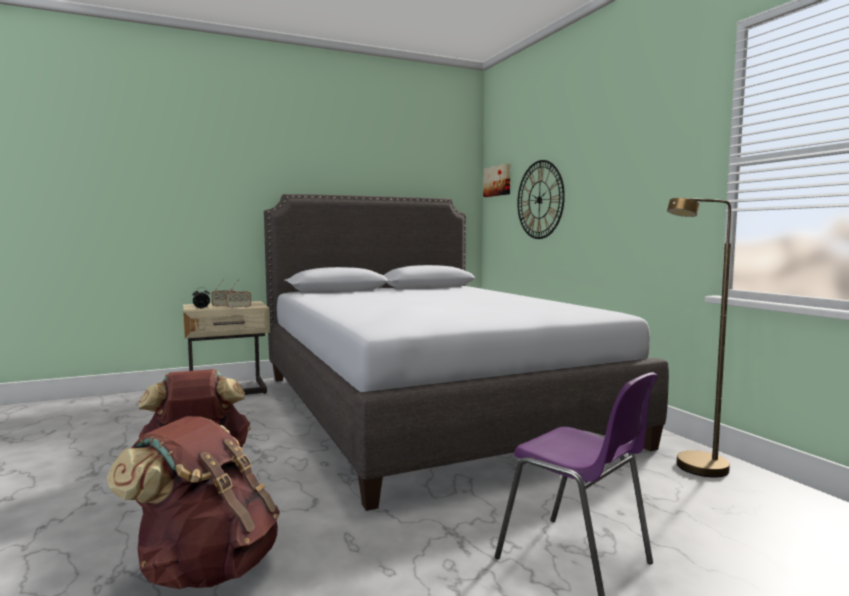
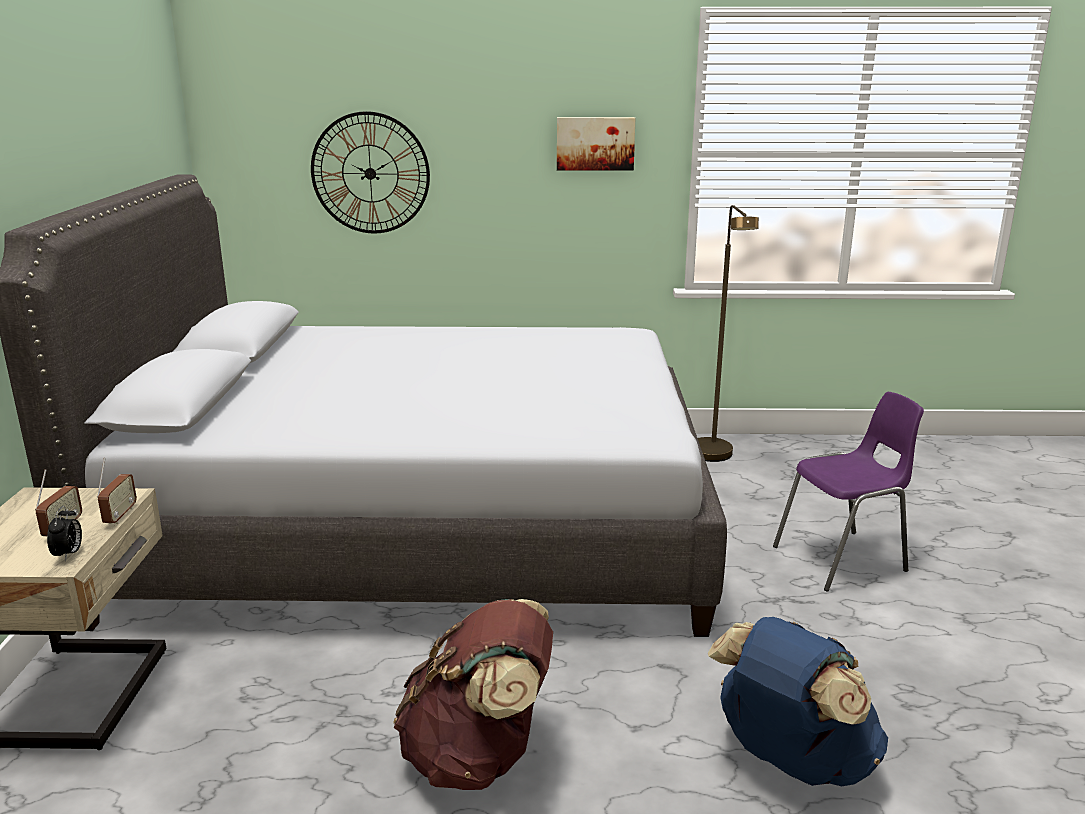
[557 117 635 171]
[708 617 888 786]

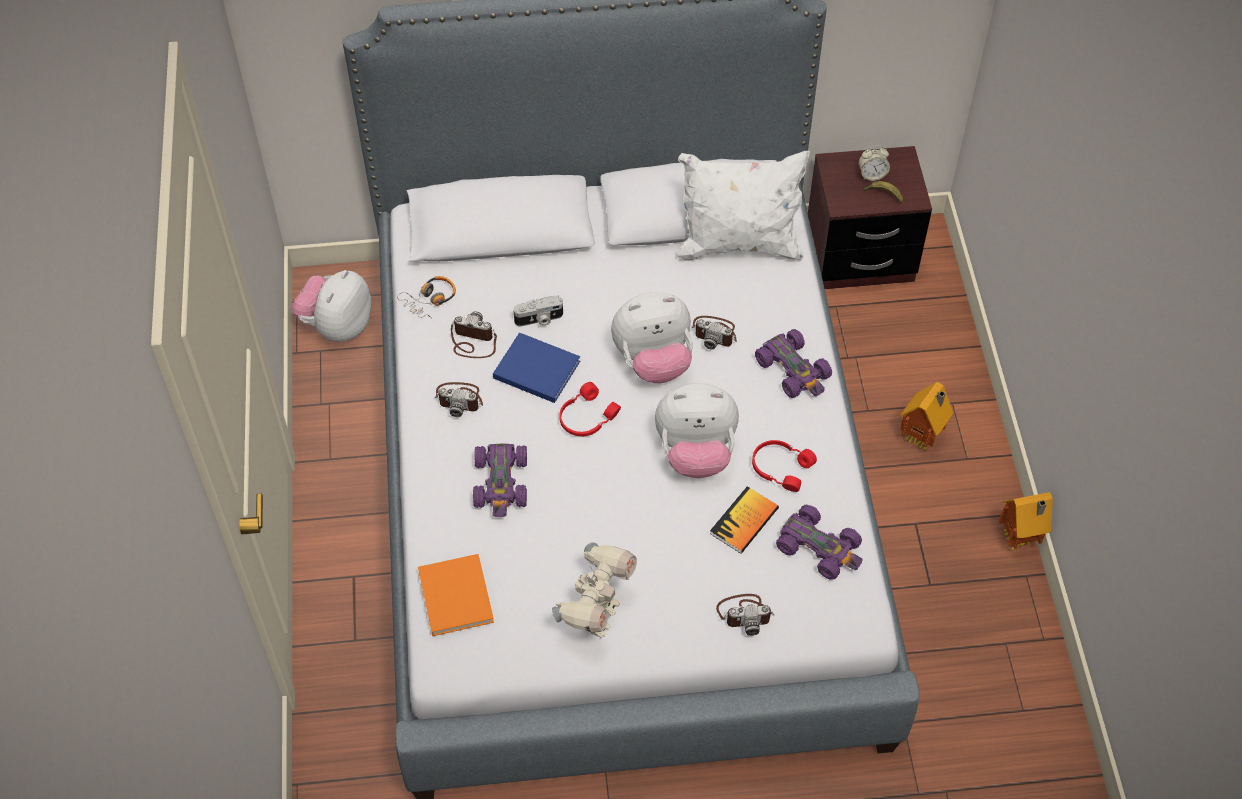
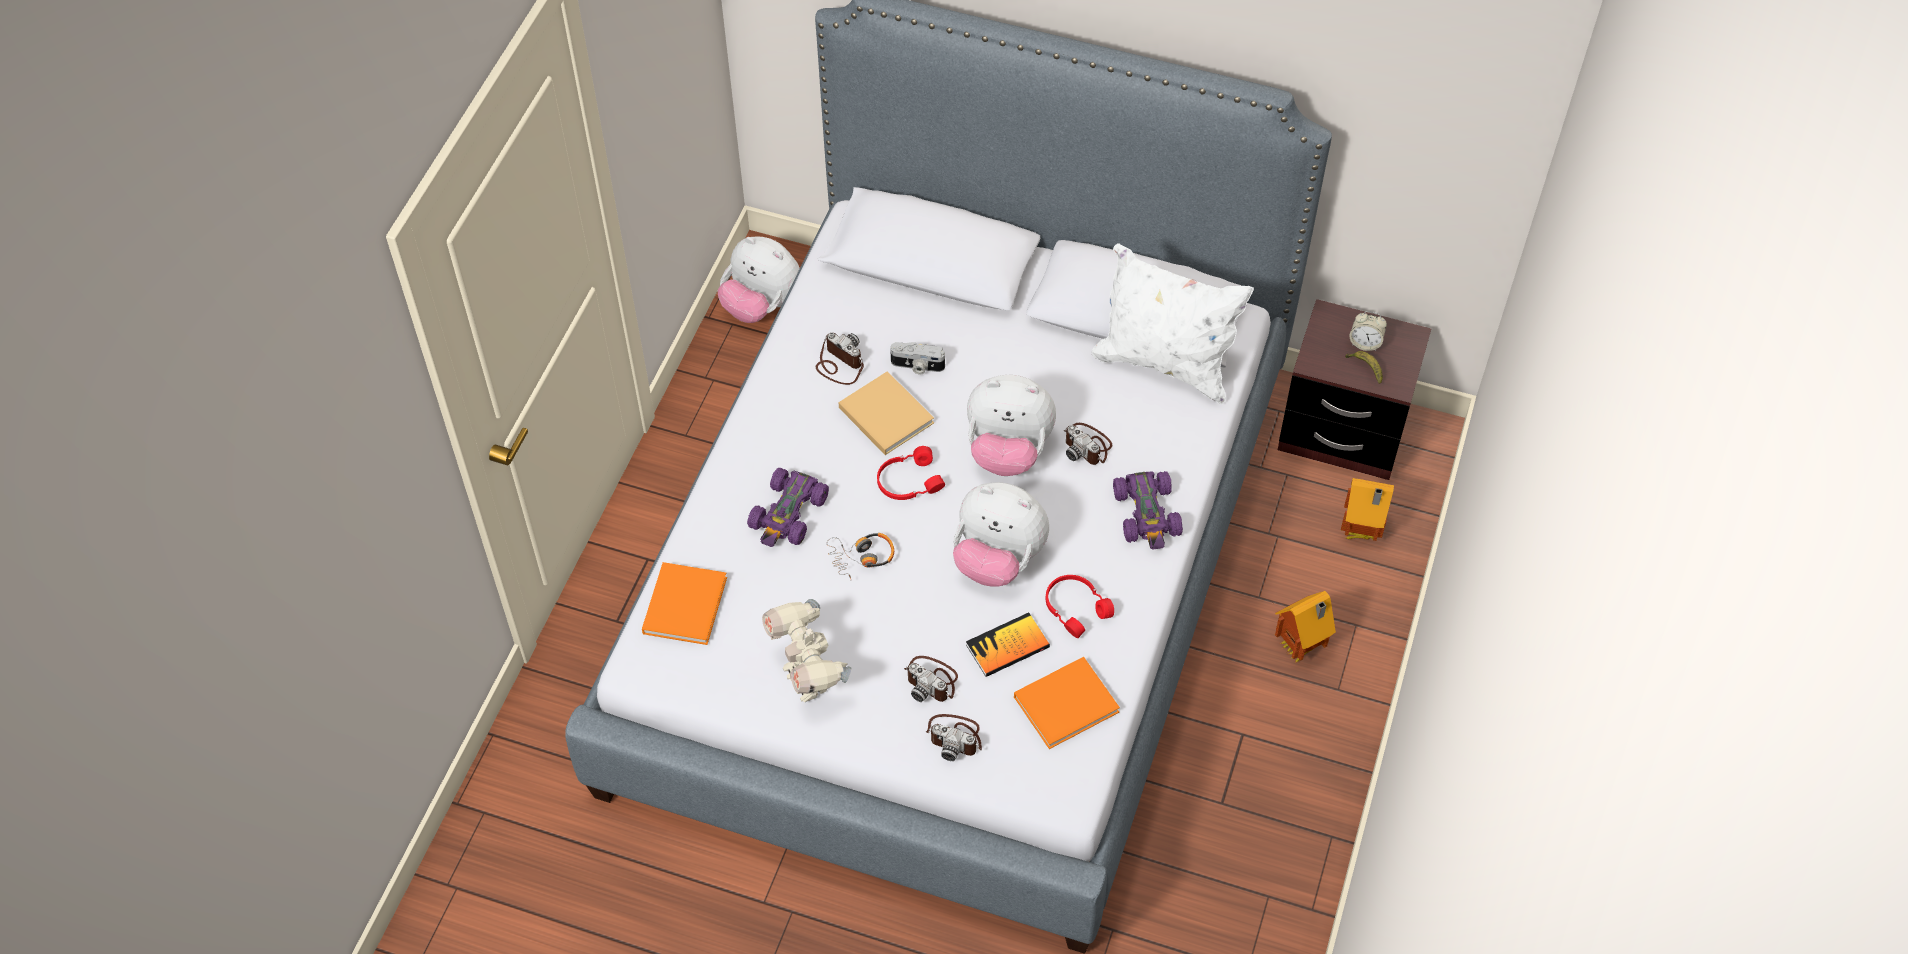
[718 236 800 323]
[827 533 894 579]
[838 371 934 455]
[904 656 958 702]
[1341 478 1394 541]
[1014 657 1120 749]
[762 599 851 703]

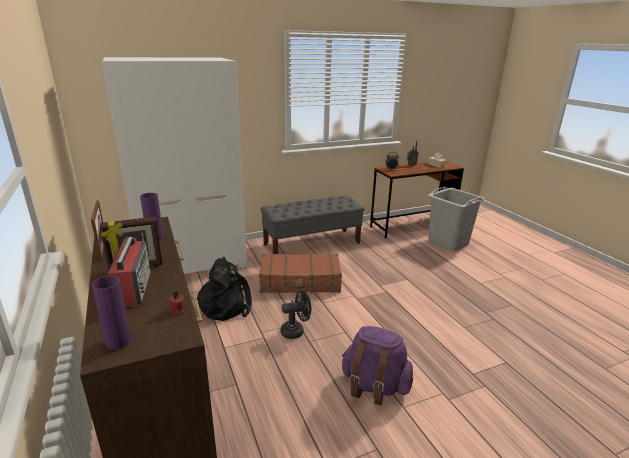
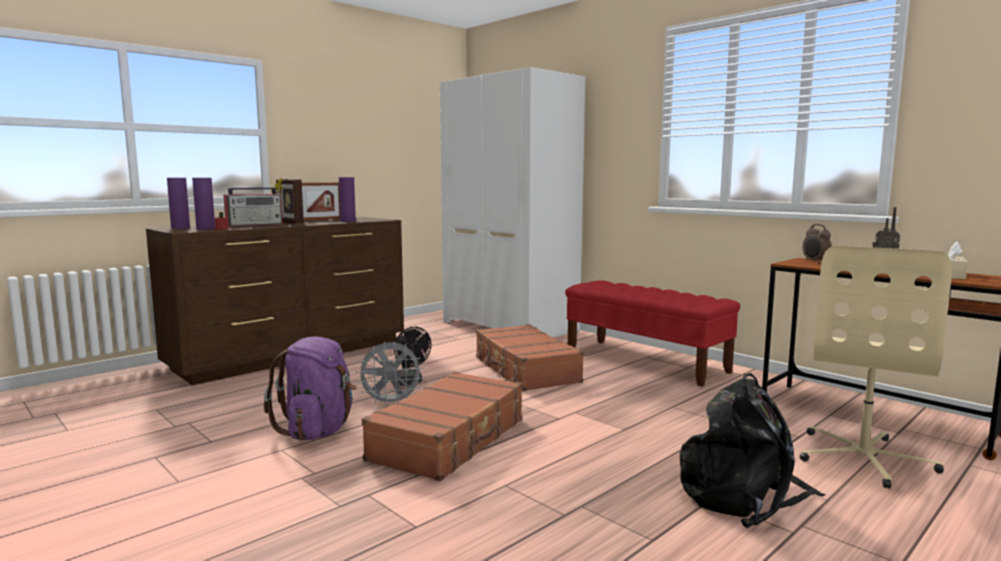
[800 246 952 488]
[565 280 740 387]
[680 373 825 528]
[192 178 215 229]
[356 342 424 407]
[362 371 522 481]

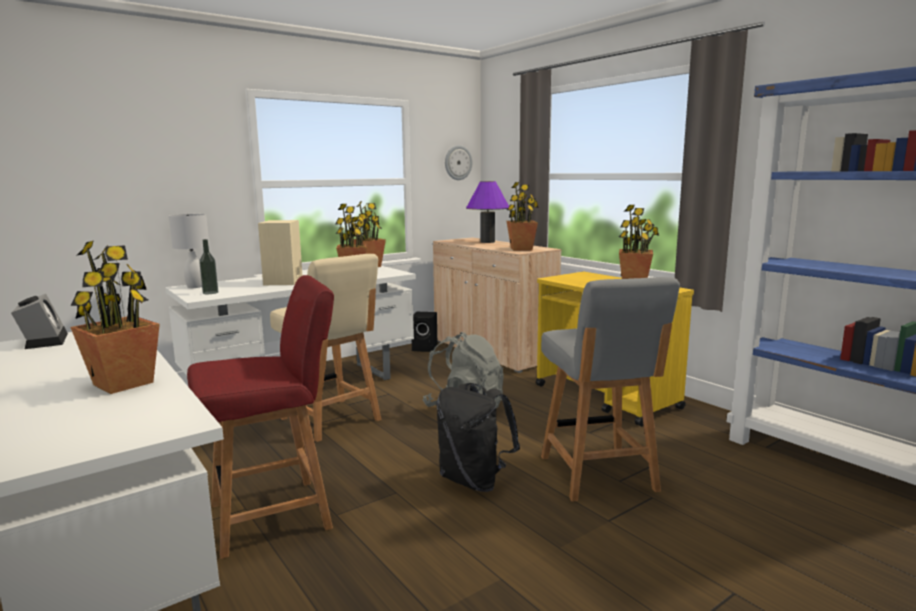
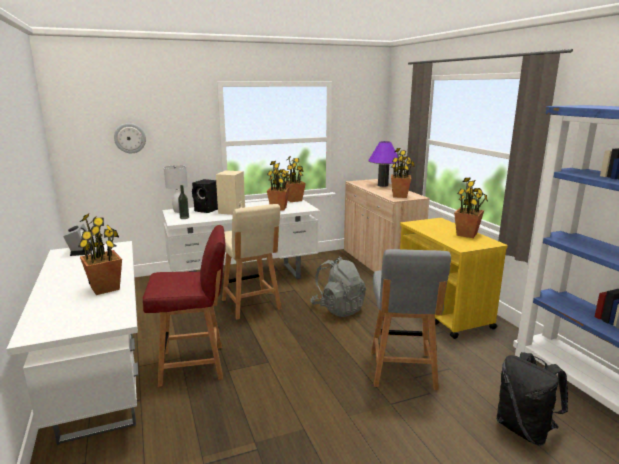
[114 123 146 153]
[192 179 218 213]
[496 352 568 445]

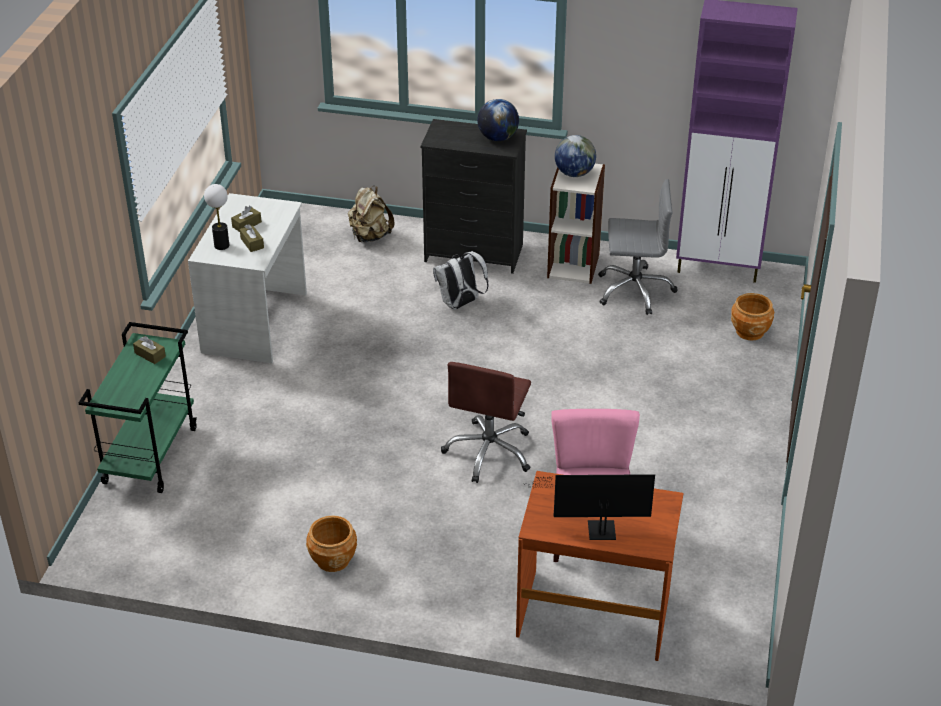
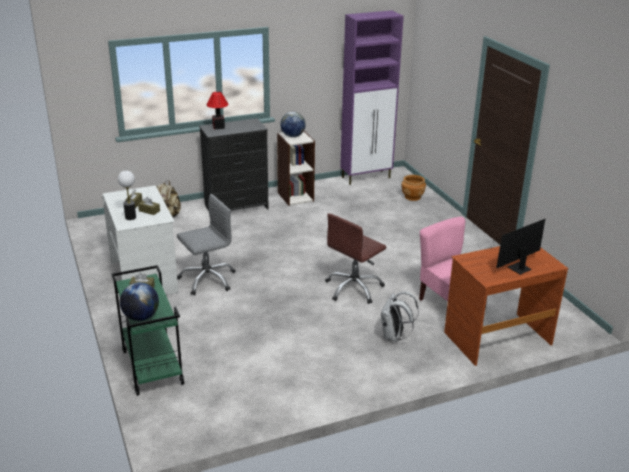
[120 282 159 321]
[177 194 236 295]
[381 291 419 342]
[325 213 386 304]
[306 515 357 572] (first image)
[207 92 229 129]

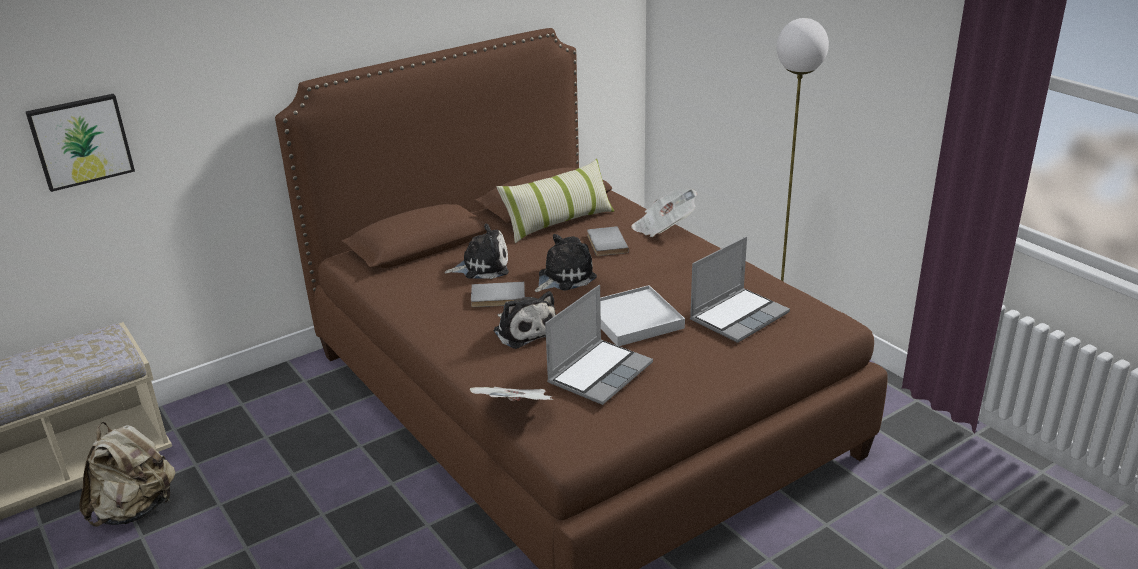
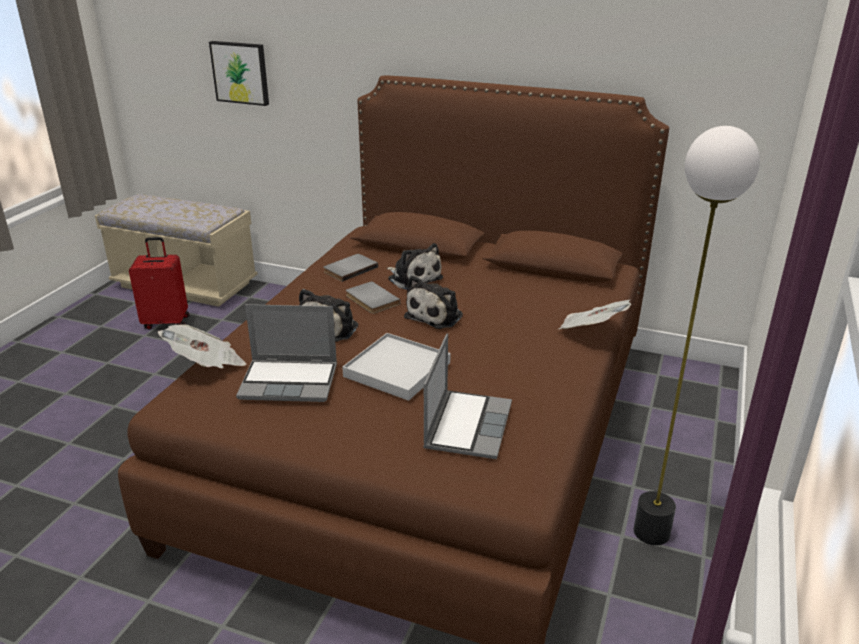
[497 159 614 243] (first image)
[323 254 378 282]
[404 275 463 329]
[423 333 512 459]
[129 237 189 330]

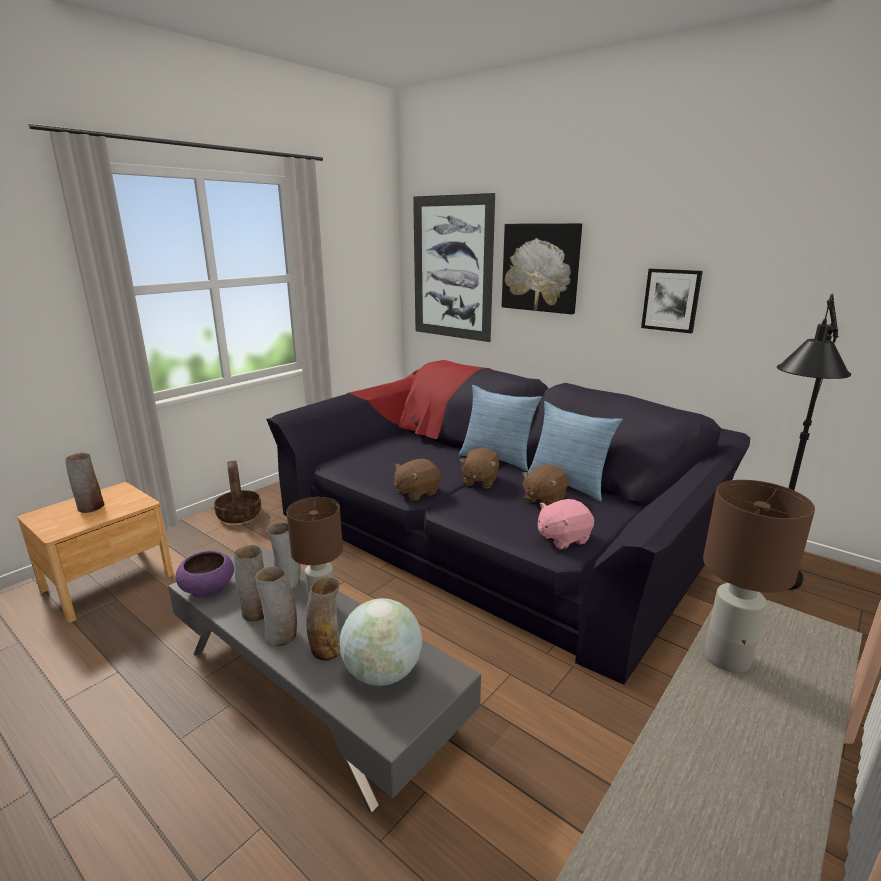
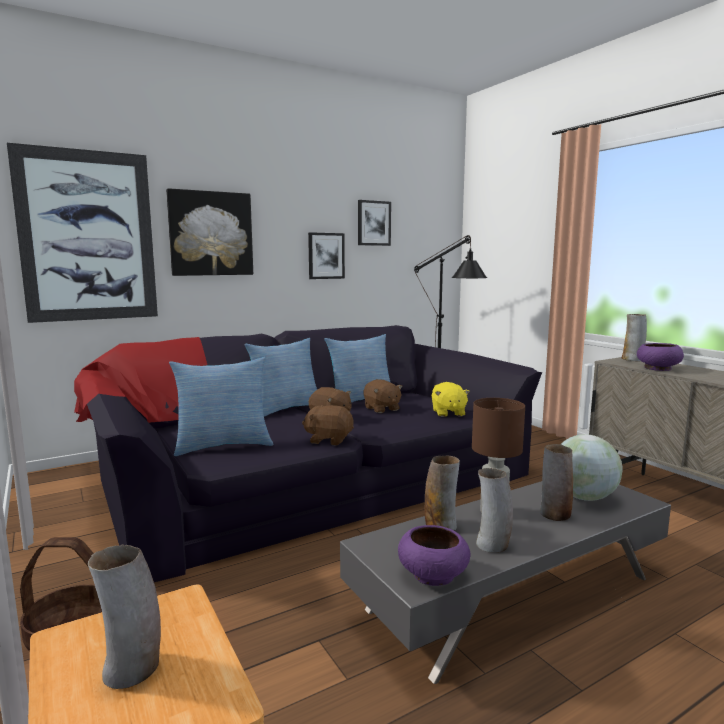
[302 405 354 446]
[637 343 684 371]
[431 382 470 417]
[621 314 647 361]
[358 200 391 246]
[169 357 274 456]

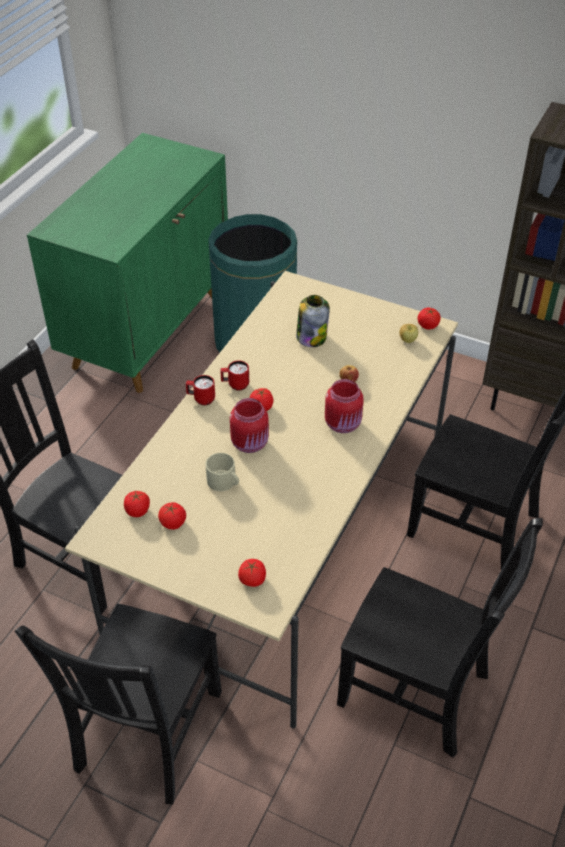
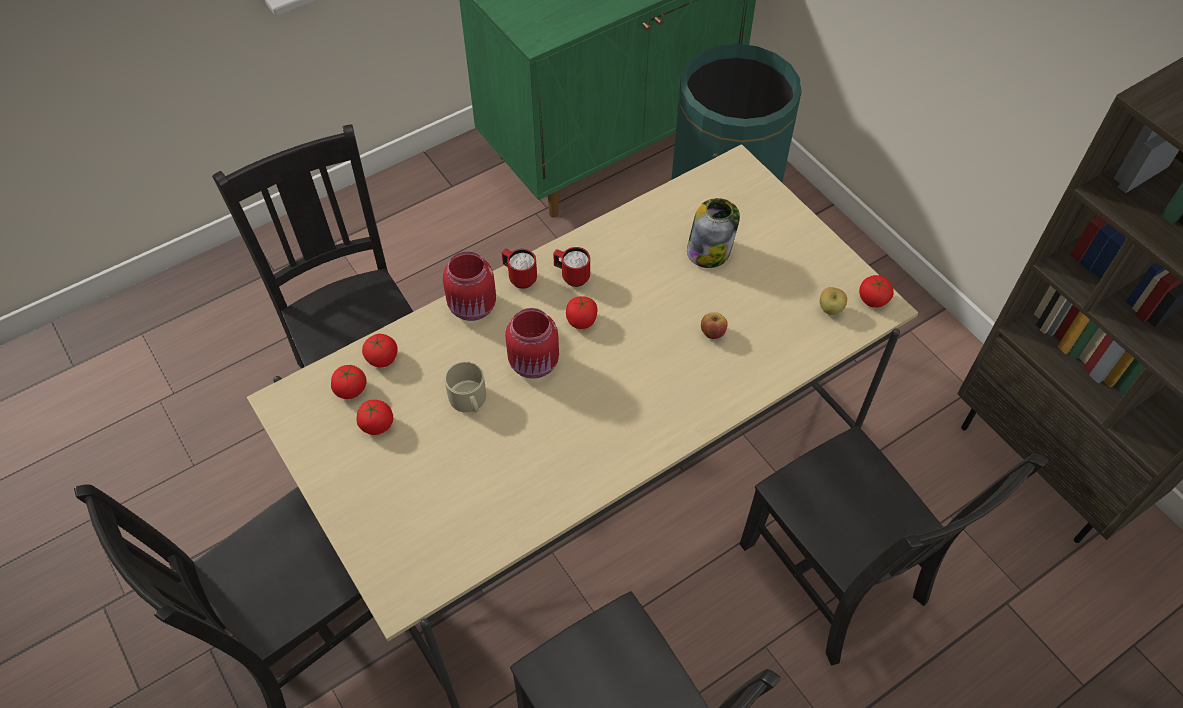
[443 251 496 321]
[362 334 398 368]

